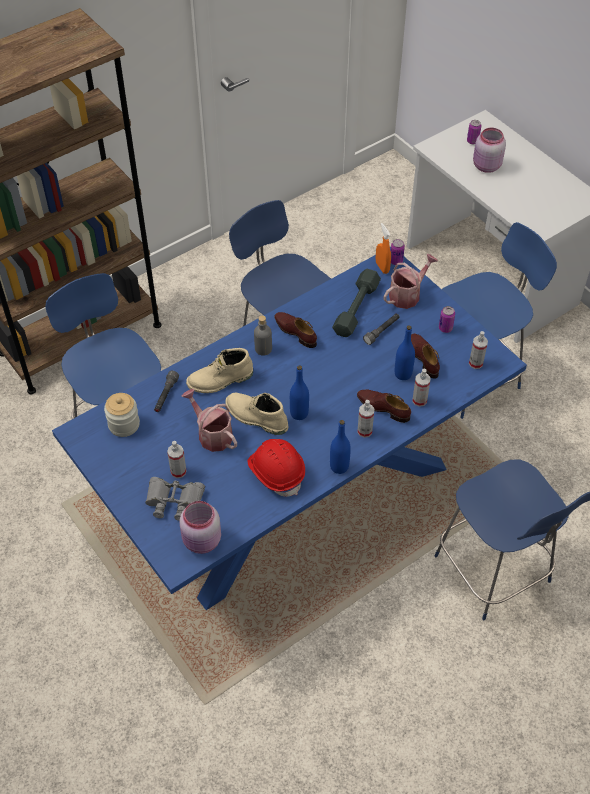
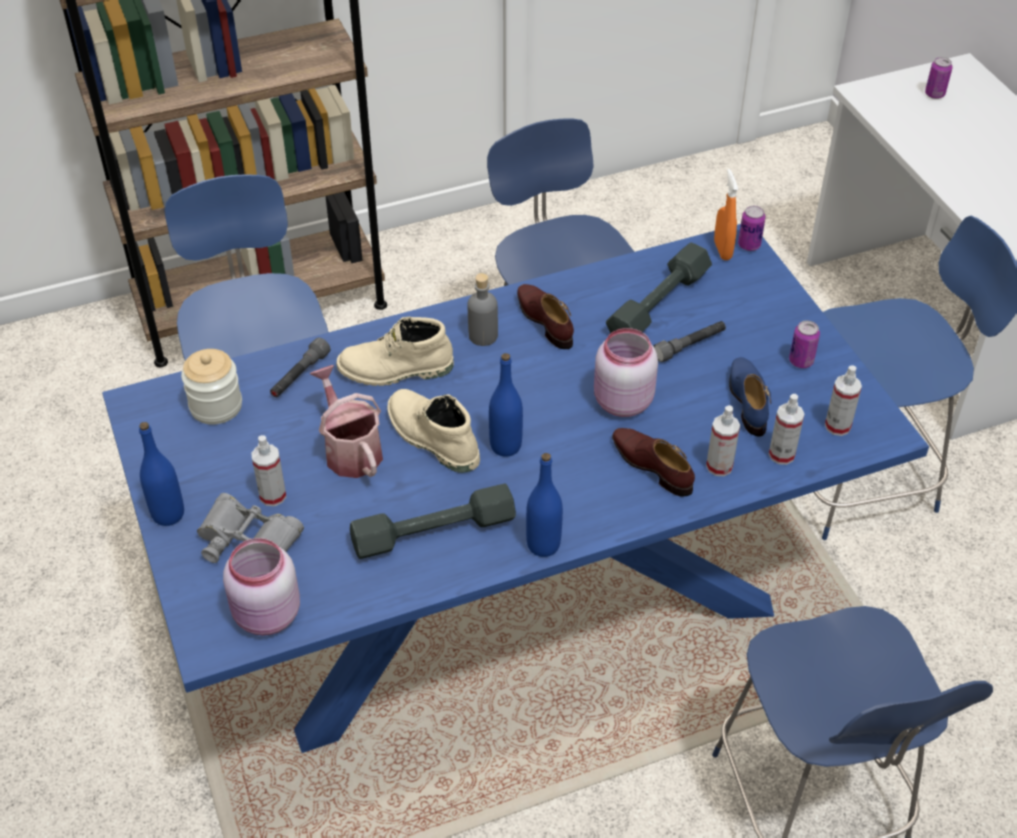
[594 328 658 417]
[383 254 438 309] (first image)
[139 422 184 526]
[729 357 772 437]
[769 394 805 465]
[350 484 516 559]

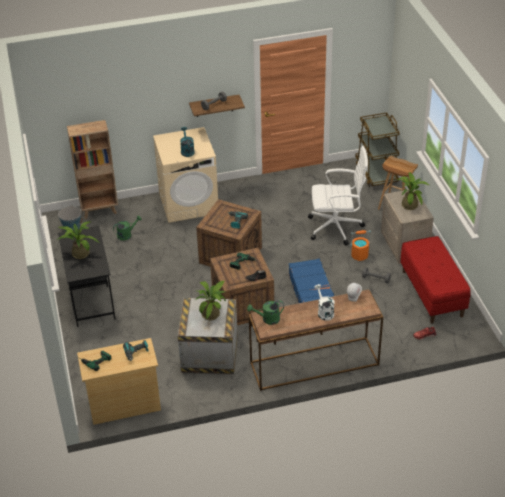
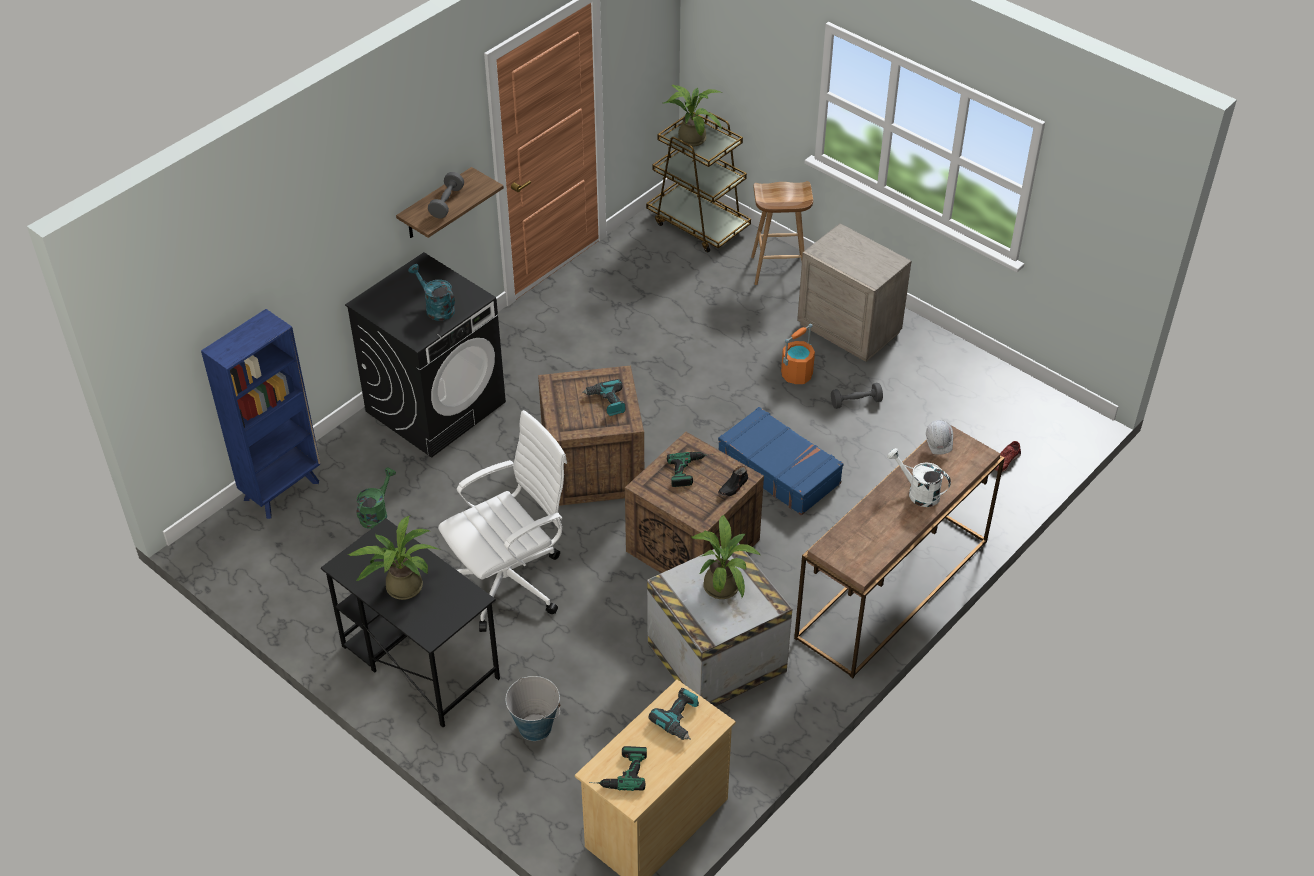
[201 309 321 519]
[345 252 506 458]
[438 410 567 632]
[664 84 722 147]
[506 676 560 741]
[400 236 471 324] (first image)
[247 301 284 325] (first image)

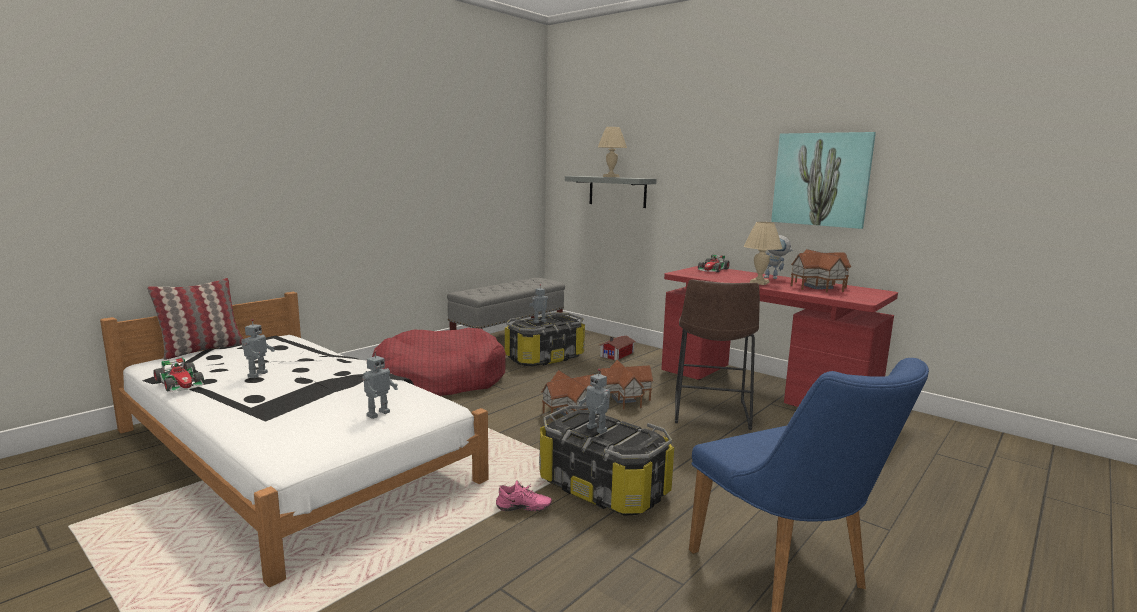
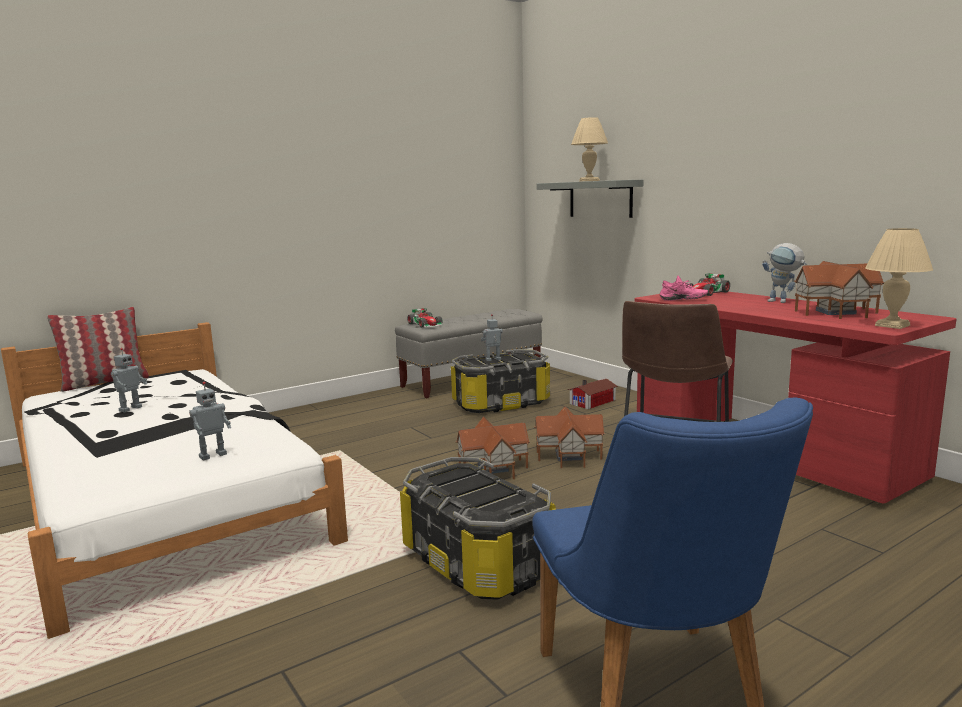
[771 132 876 229] (first image)
[865 228 933 329]
[372 328 506 396] (first image)
[407 308 443 328]
[578 369 610 434] (first image)
[660 276 708 301]

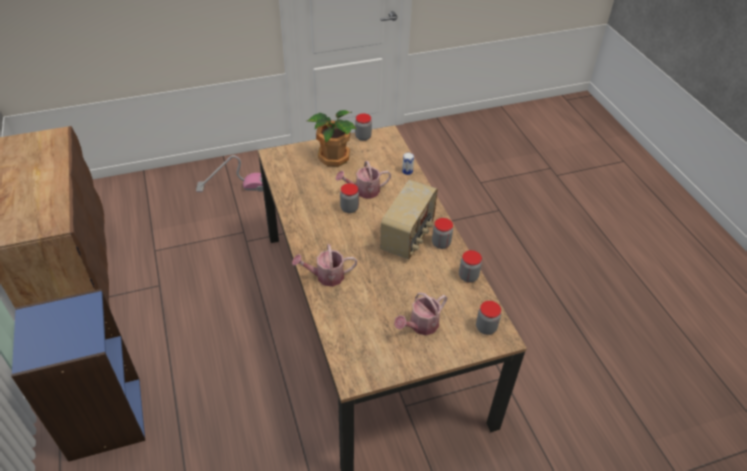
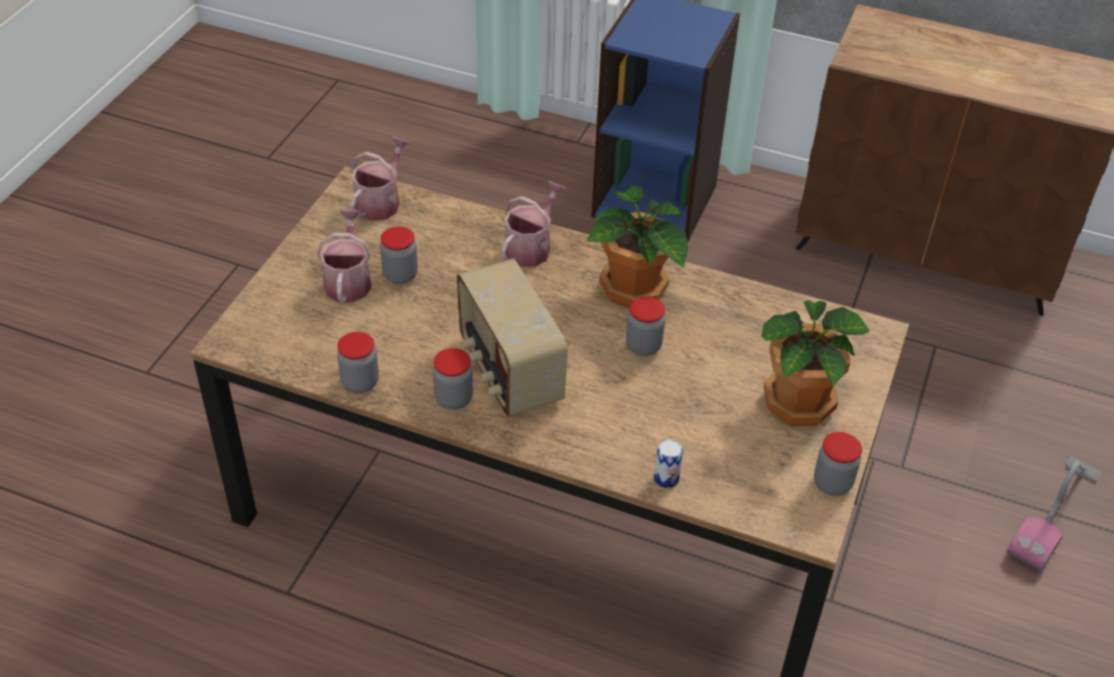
[350 136 410 221]
[380 227 418 284]
[587 186 688 308]

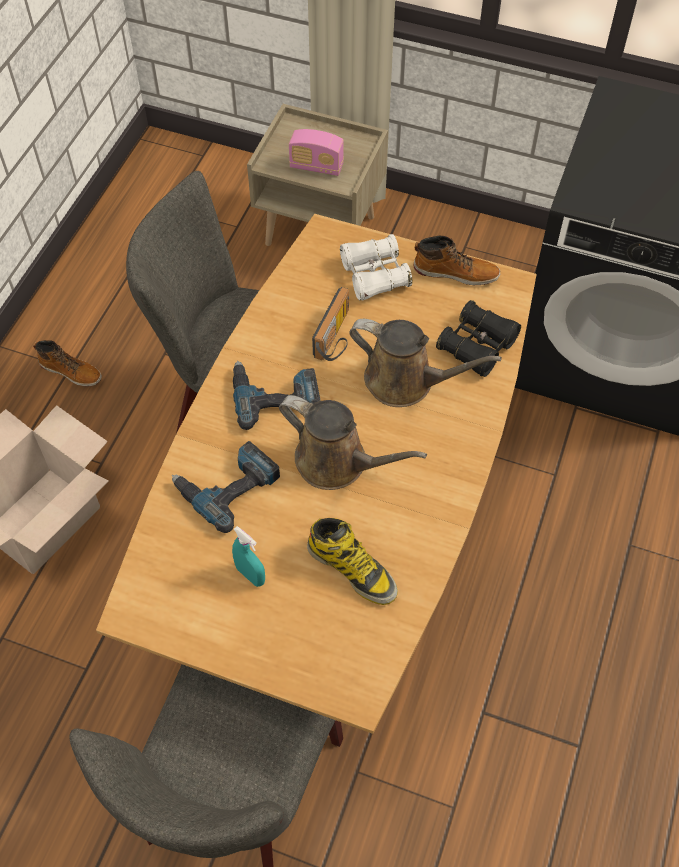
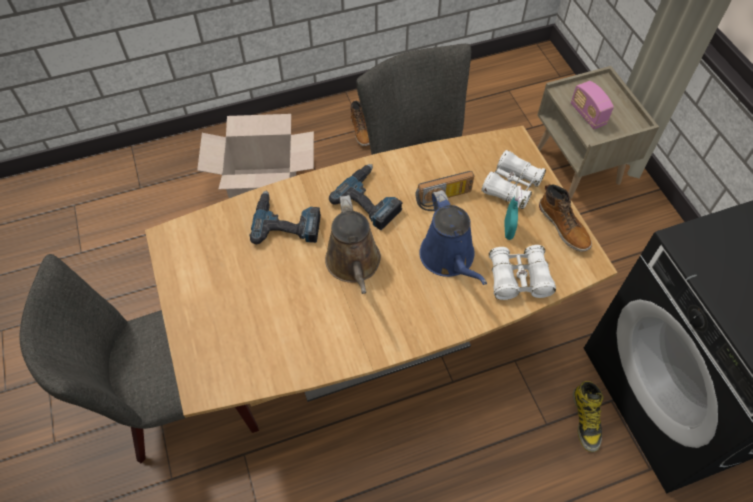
[489 245 556 300]
[420 190 487 285]
[573 381 604 452]
[504 186 522 240]

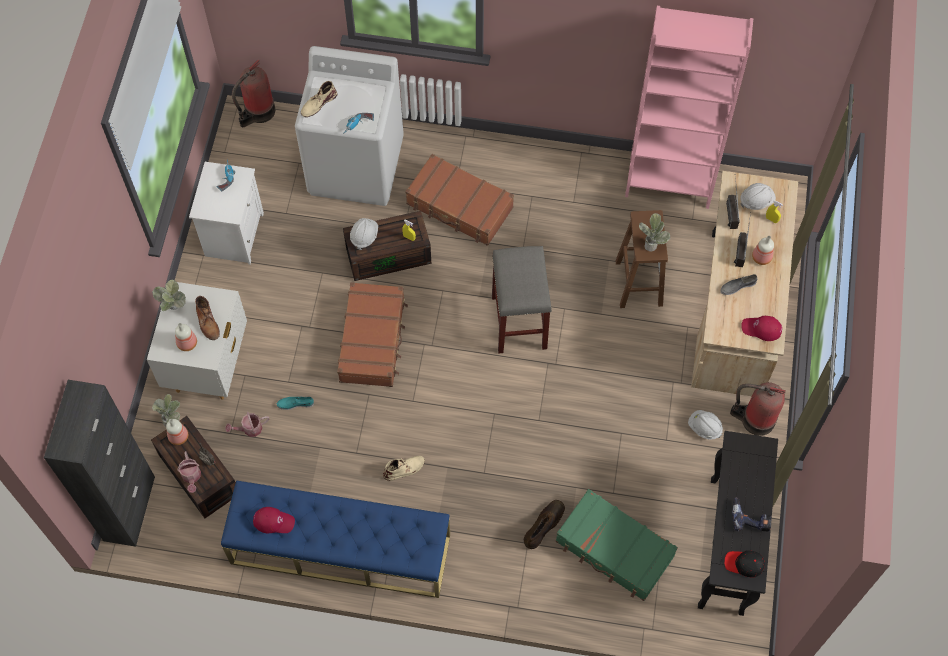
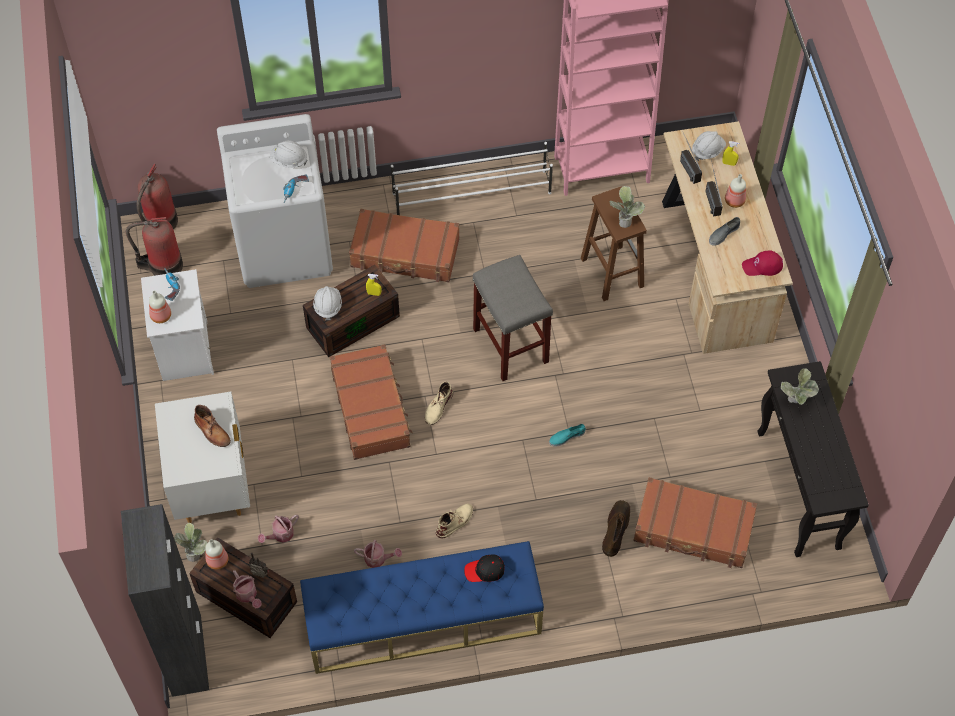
[425 382 453 425]
[781 368 819 405]
[149 290 171 323]
[126 217 183 276]
[549 424 586 447]
[270 140 308 168]
[633 477 757 568]
[732 497 771 532] (first image)
[253 507 295 533] (first image)
[464 554 505 582]
[391 142 553 215]
[354 540 402 568]

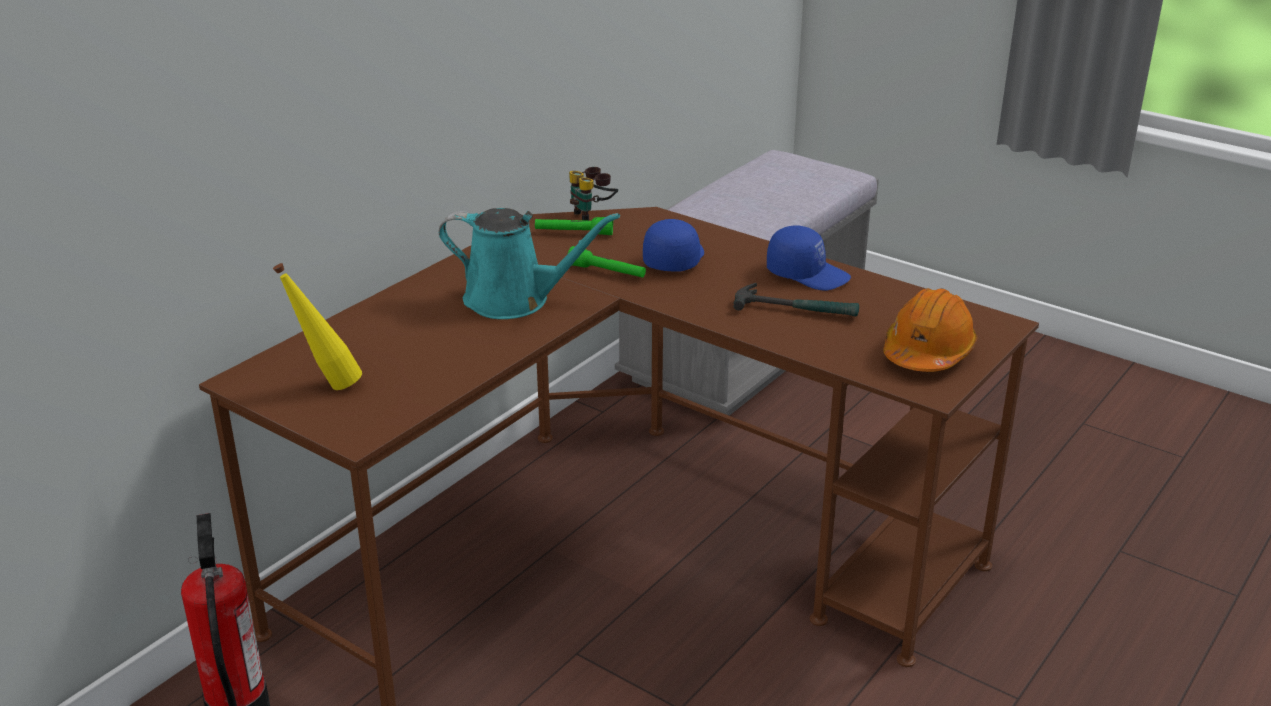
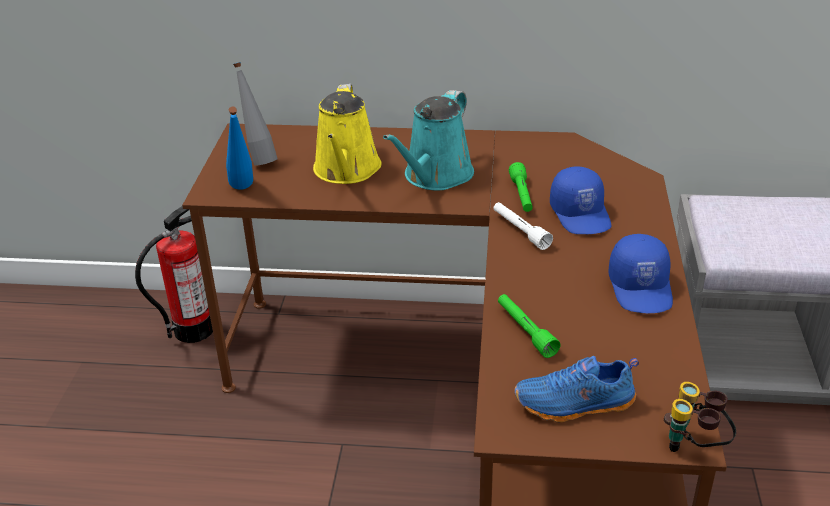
[664 382 736 452]
[383 90 474 190]
[498 294 561 358]
[550 167 611 234]
[233 62 278 166]
[733 283 859 316] (first image)
[515 356 639 422]
[313 84 381 184]
[226 107 253 190]
[494 202 553 250]

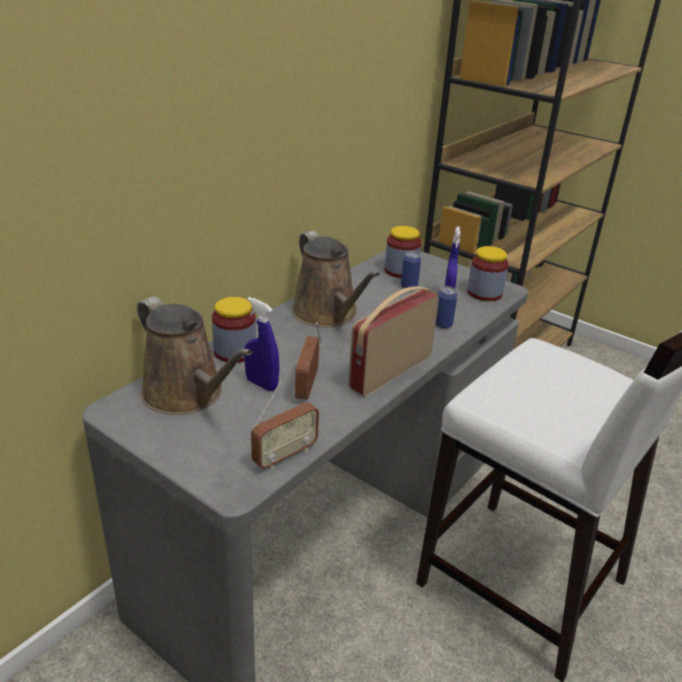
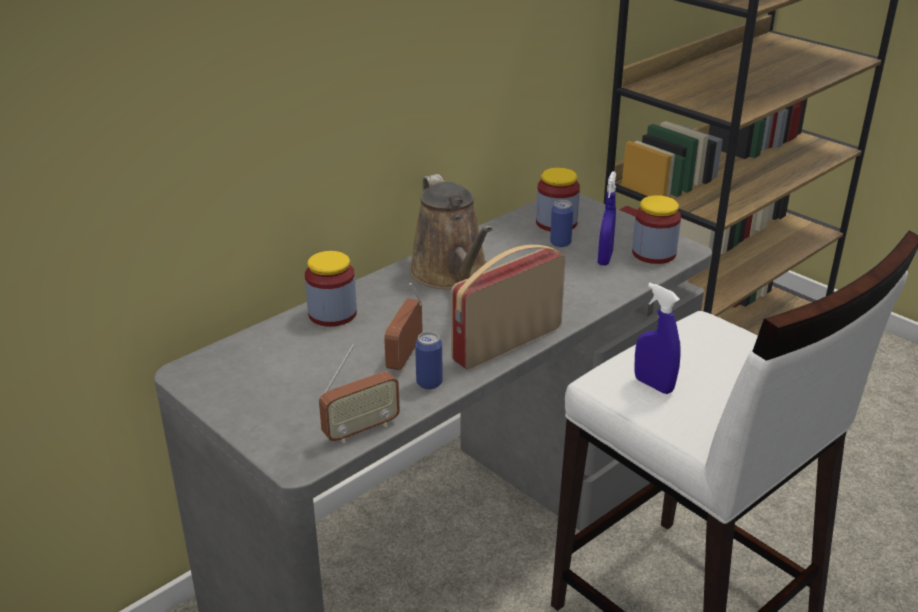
[415 332 443 390]
[137 296 252 415] (first image)
[634 283 681 394]

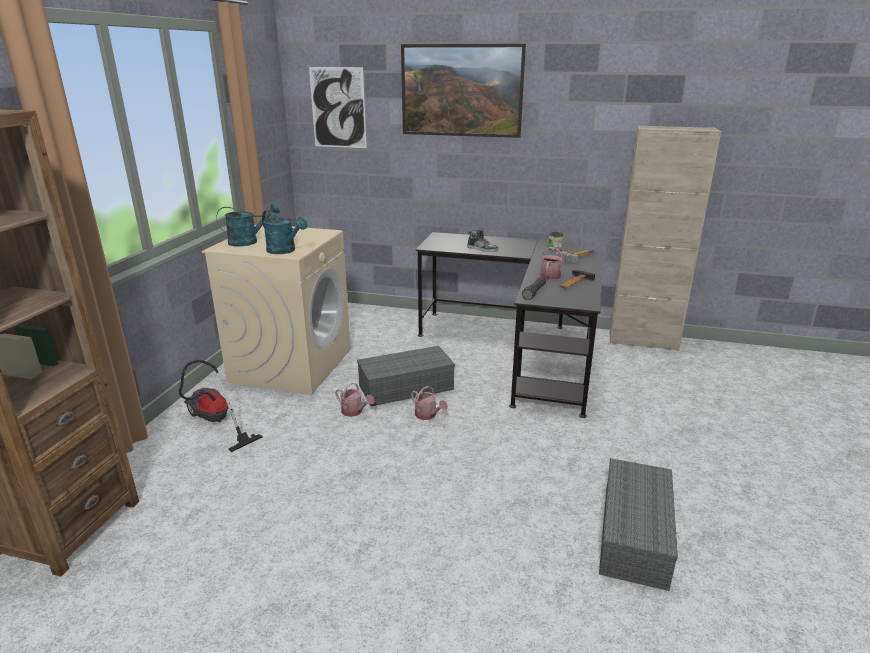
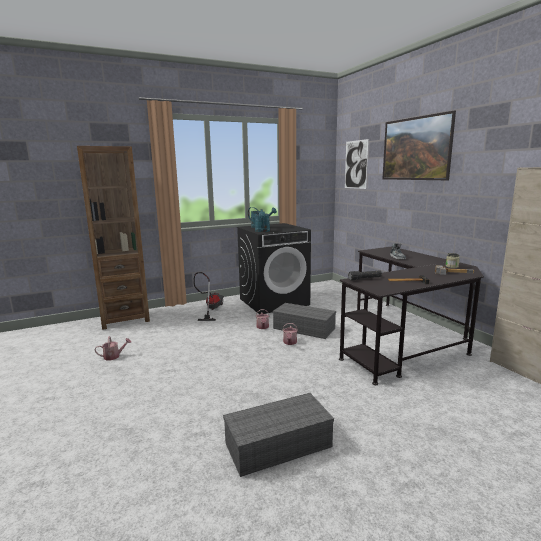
[237 223 311 314]
[94 336 131 361]

